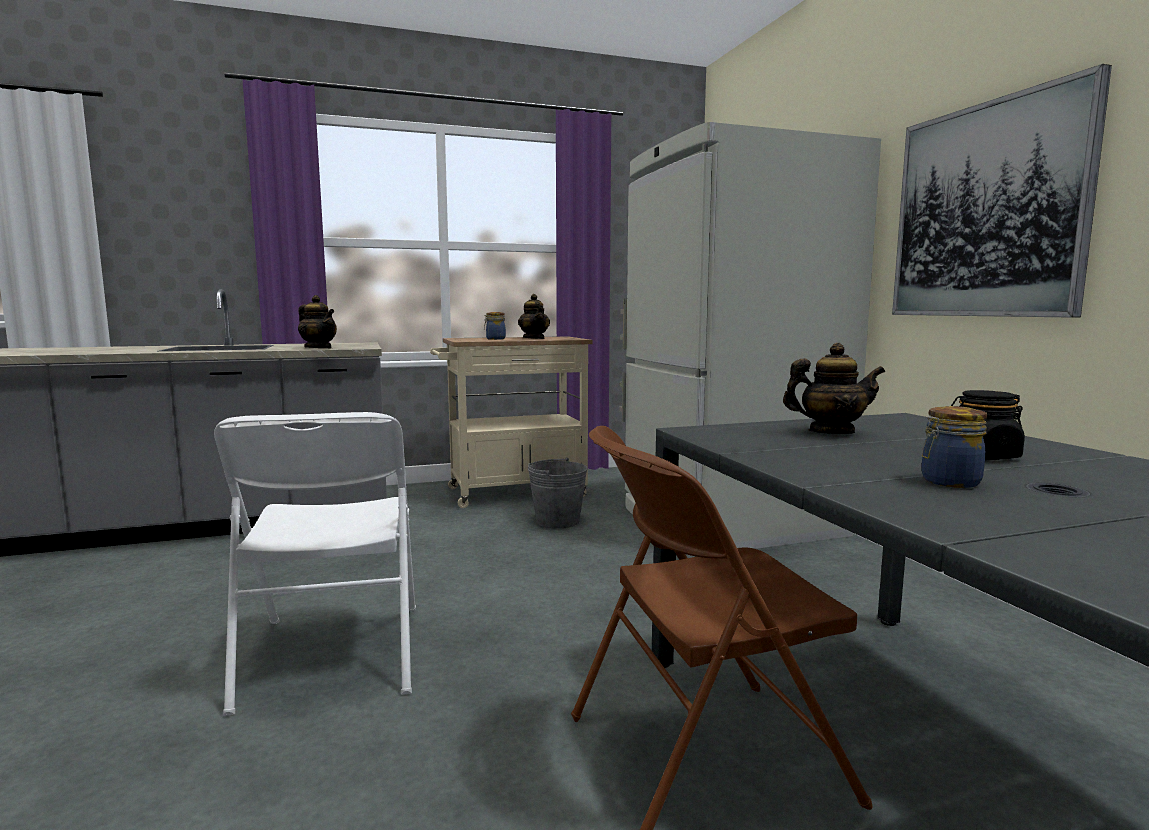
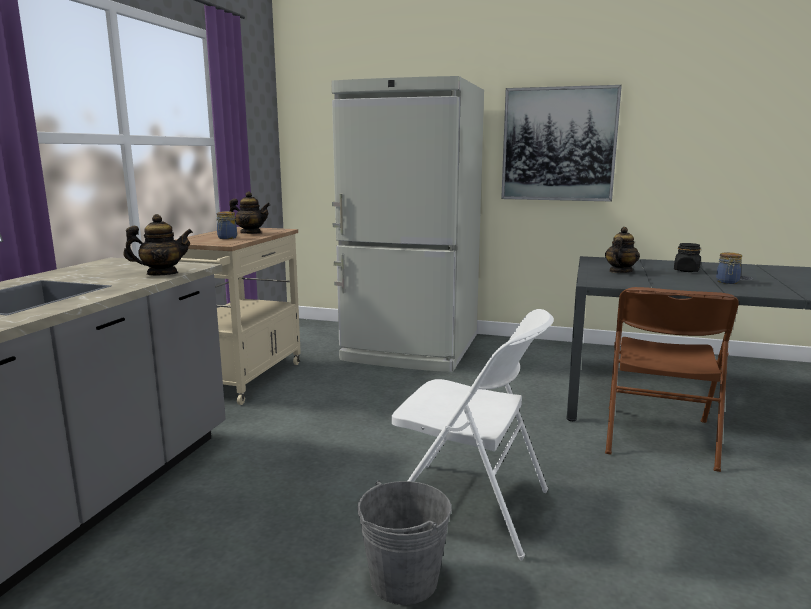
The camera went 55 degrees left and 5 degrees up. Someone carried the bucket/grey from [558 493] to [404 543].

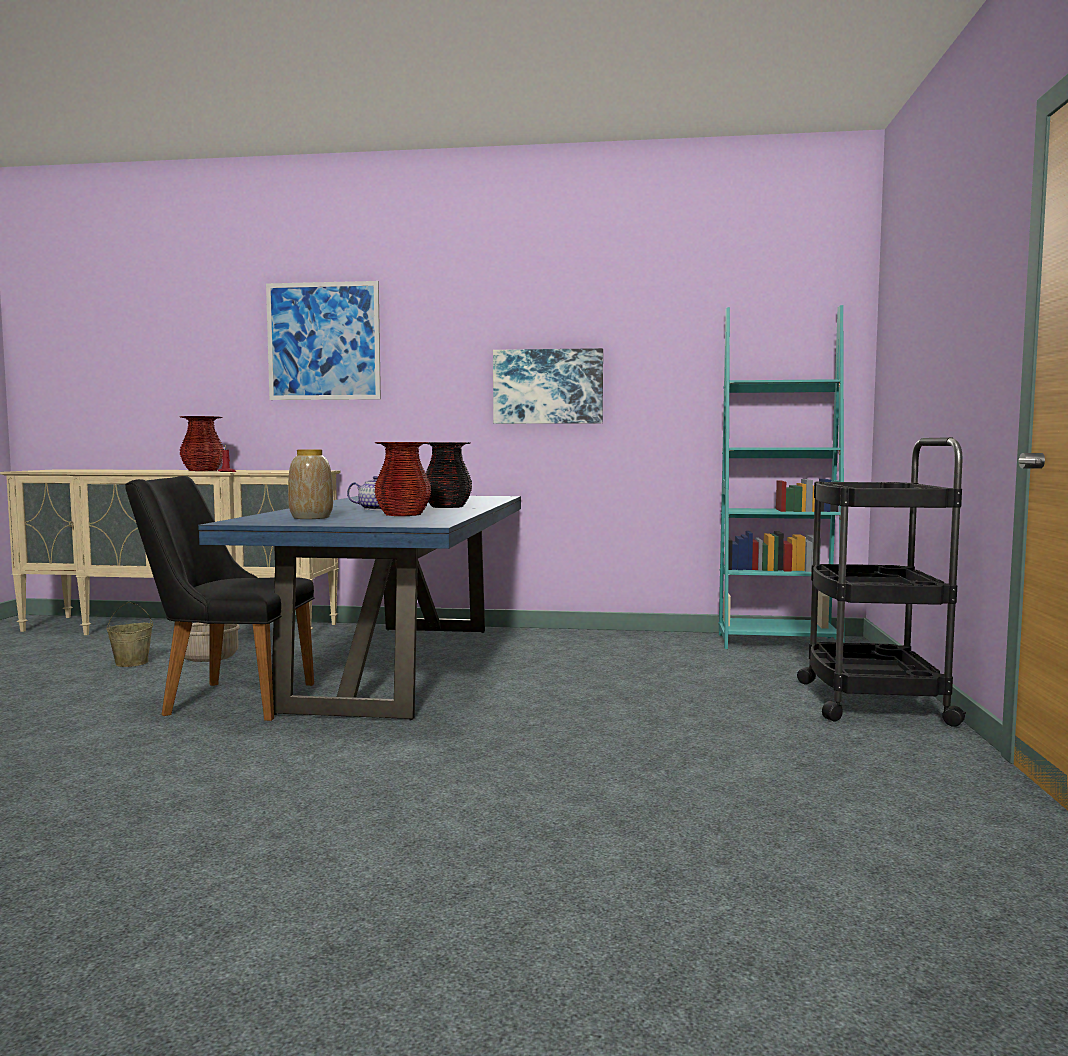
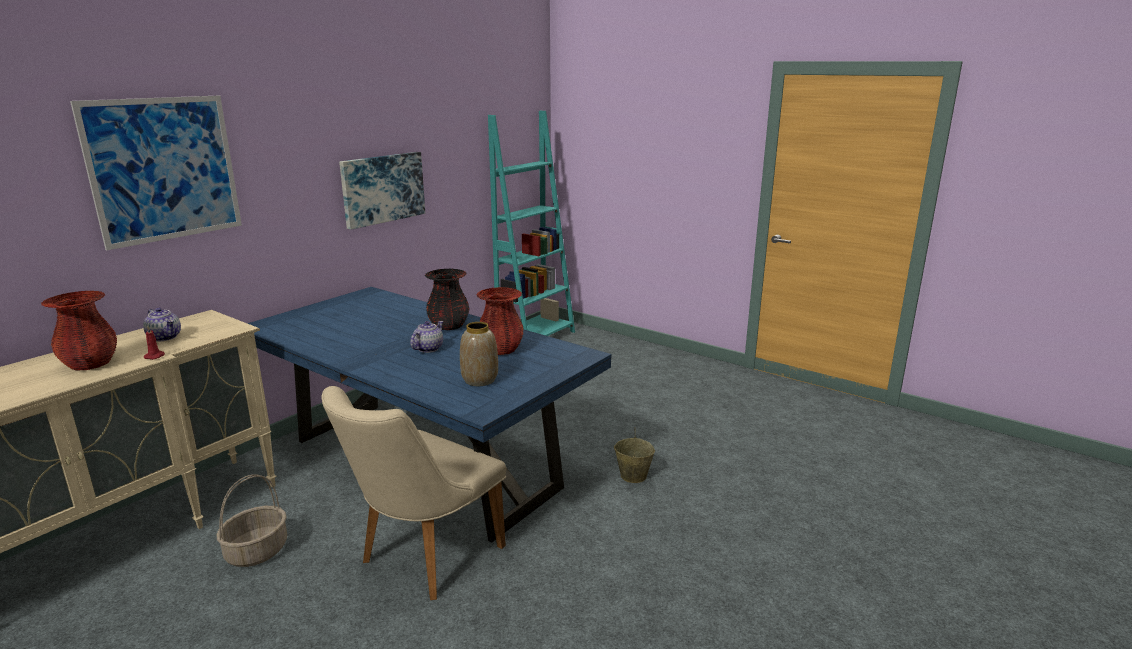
The camera went 60 degrees left and 15 degrees up. Someone carried the bucket/beige from [129 634] to [634 455]. Someone repainted the chair/black at [219 598], which became the chair/beige at [413 493]. Someone took away the cart/black at [881 582]. Someone put down the teapot at [162 324].

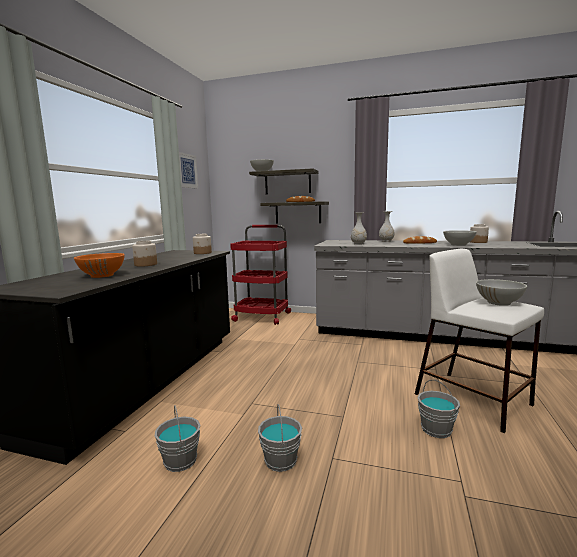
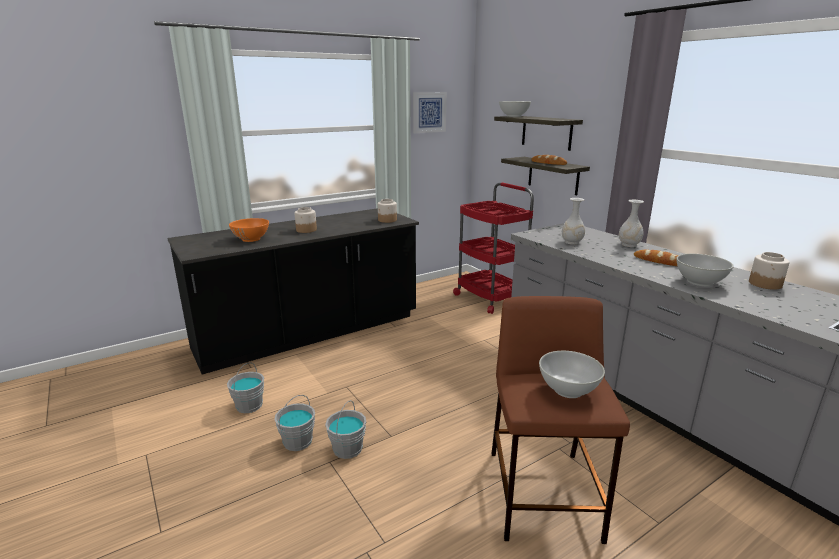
The camera went 40 degrees right and 10 degrees up. Someone repainted the stool/white at [479 341], which became the stool/brown at [560 420]. Someone carried the bucket/grey from [438 409] to [345 429].

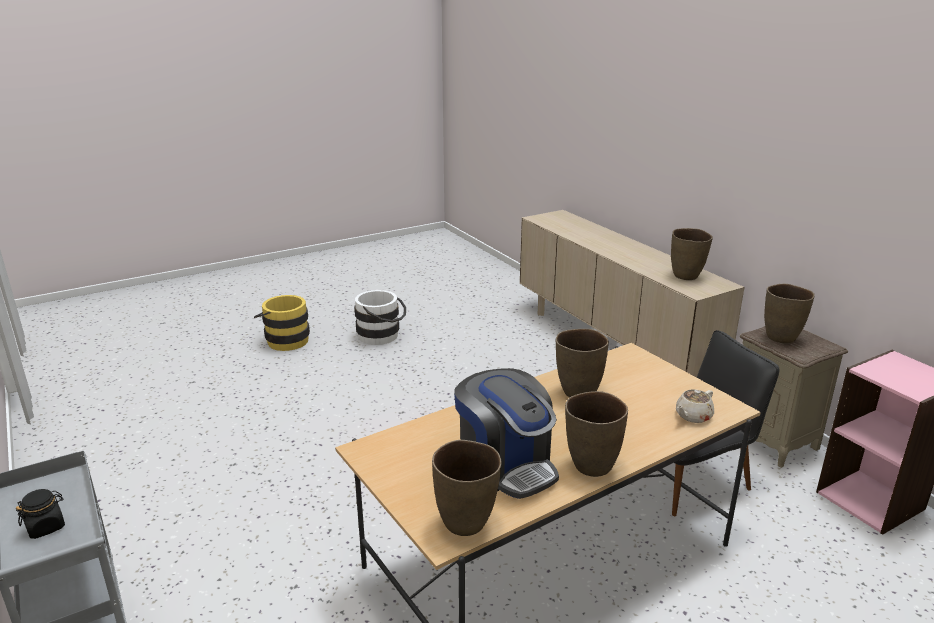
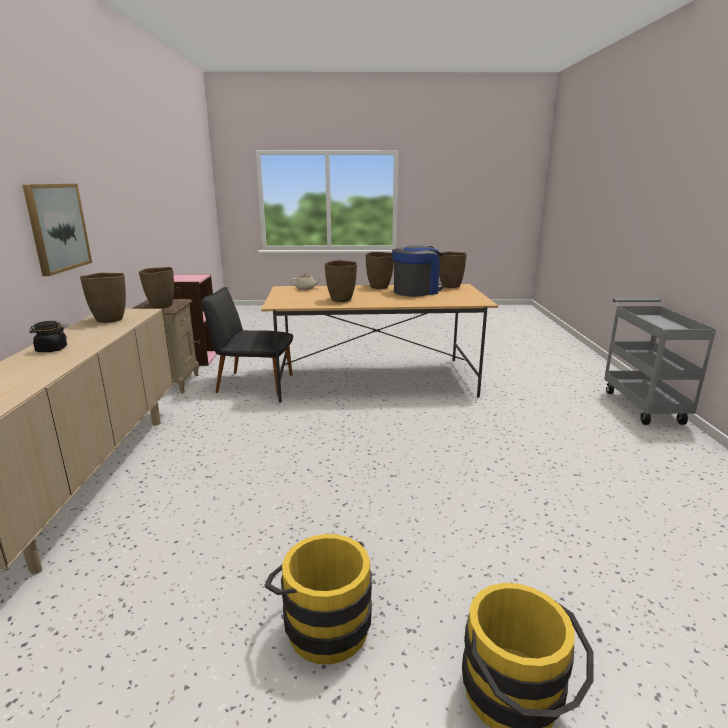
The camera went 150 degrees left and 5 degrees down. Someone carried the jar/black from [40 514] to [48 336]. Someone repainted the bucket/white at [380 317], which became the bucket/yellow at [318 599]. Someone rotated the coffee machine at [506 433] by 60 degrees clockwise. Someone put up the picture at [57 230].

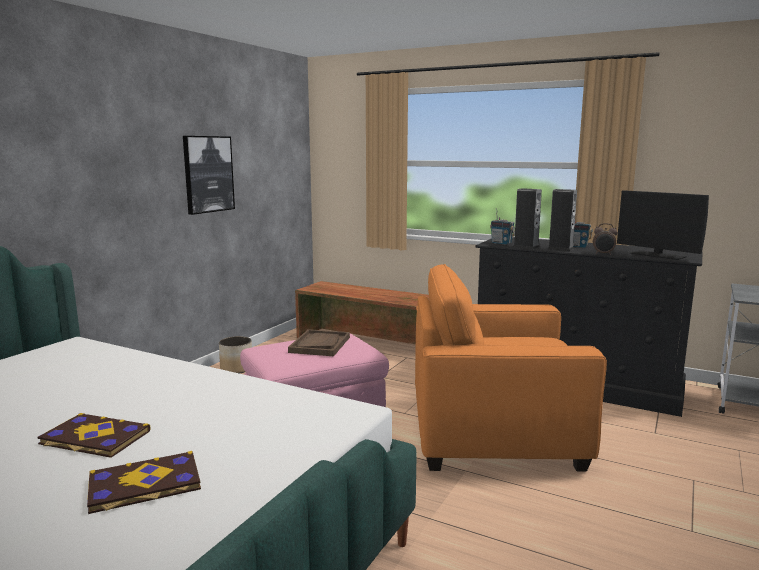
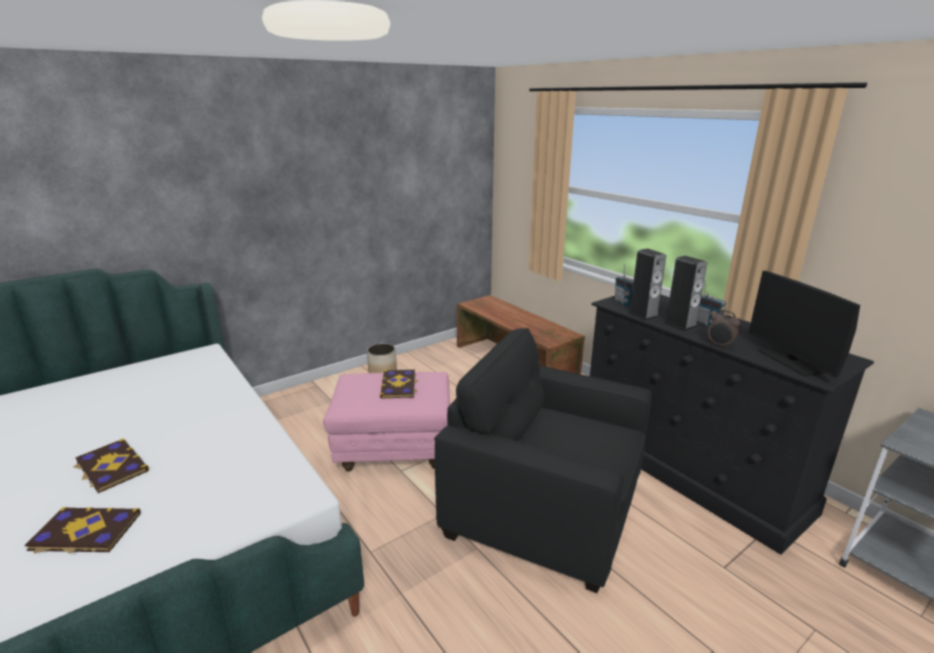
The camera went 25 degrees right and 10 degrees up. Someone took away the picture at [209 175]. Someone swapped the tray/brown at [319 342] for the book at [399 384]. Someone repainted the armchair/orange at [511 367], which became the armchair/black at [543 460].

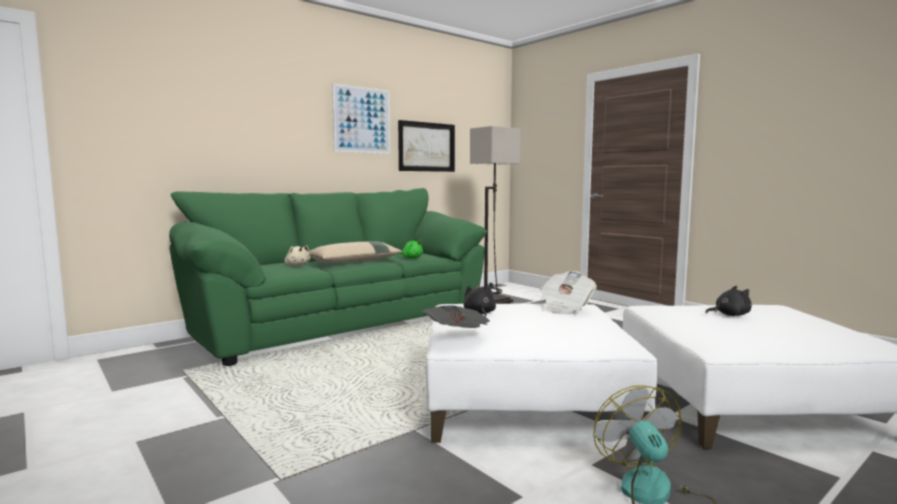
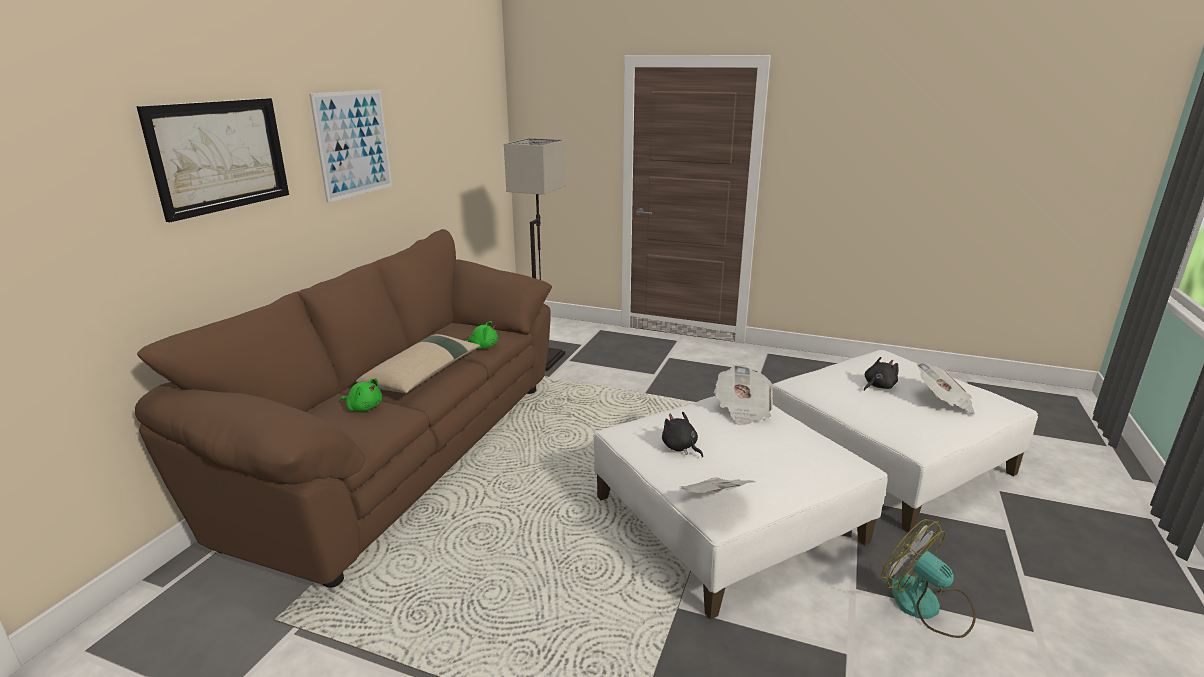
The camera went 30 degrees left and 15 degrees up. Someone repainted the sofa/green at [328 277], which became the sofa/brown at [343 408]. Someone repainted the plush toy/beige at [297 255], which became the plush toy/green at [361 394]. Someone carried the picture from [426 146] to [212 160]. Someone put down the newspaper at [946 388].

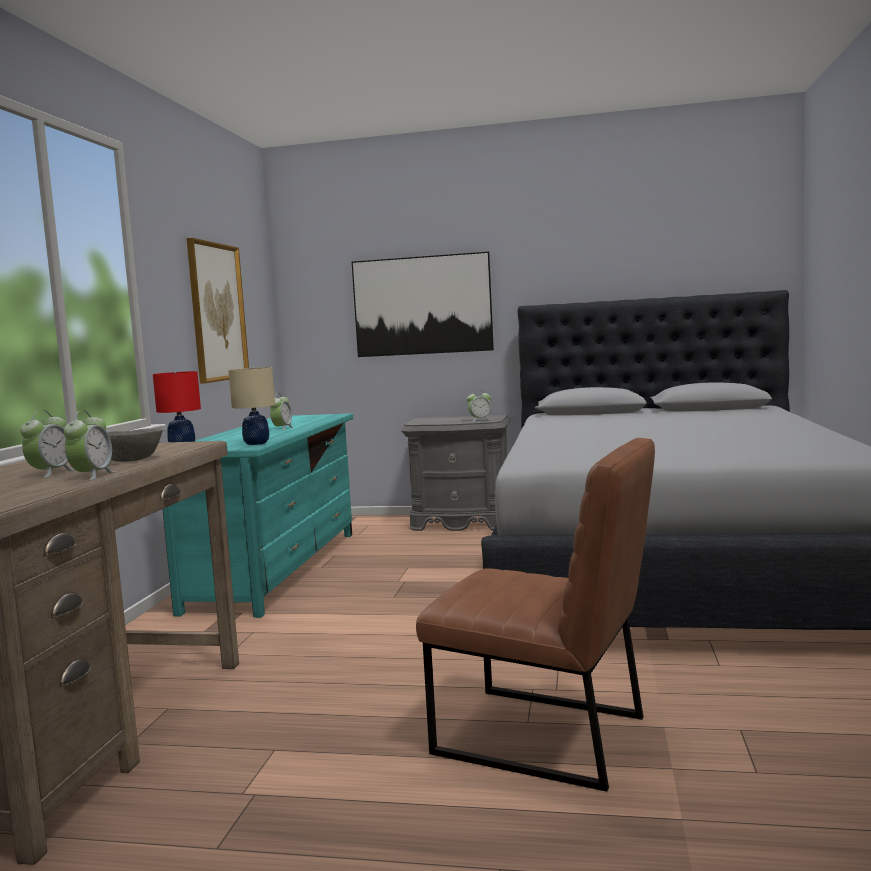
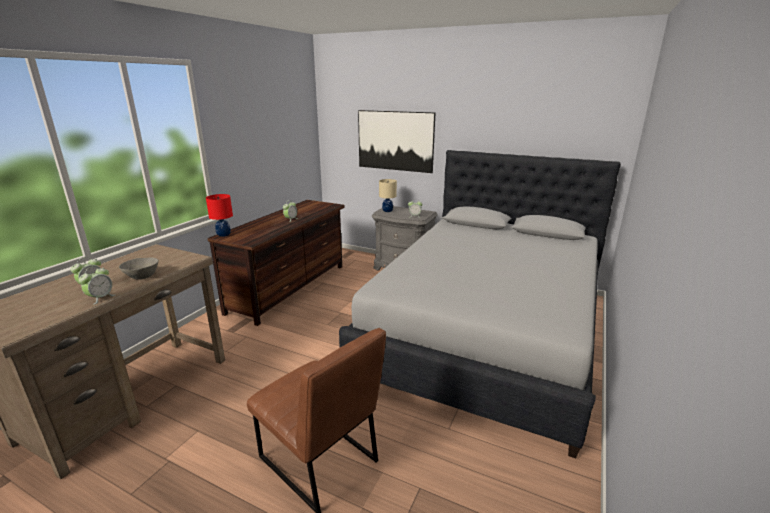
The camera went 15 degrees right and 15 degrees up. Someone repainted the dresser/turquoise at [258 515], which became the dresser/brown at [276 263]. Someone took away the picture at [218 311]. Someone carried the table lamp/beige from [251 406] to [388 195].

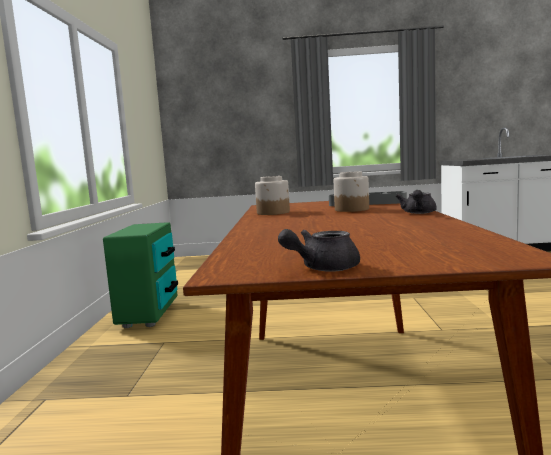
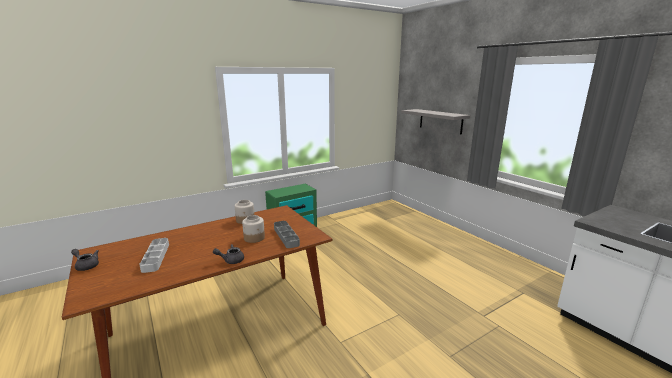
The camera went 55 degrees right and 10 degrees up. Someone put down the tray/grey at [154 255]. Someone put up the shelf/grey at [435 121].

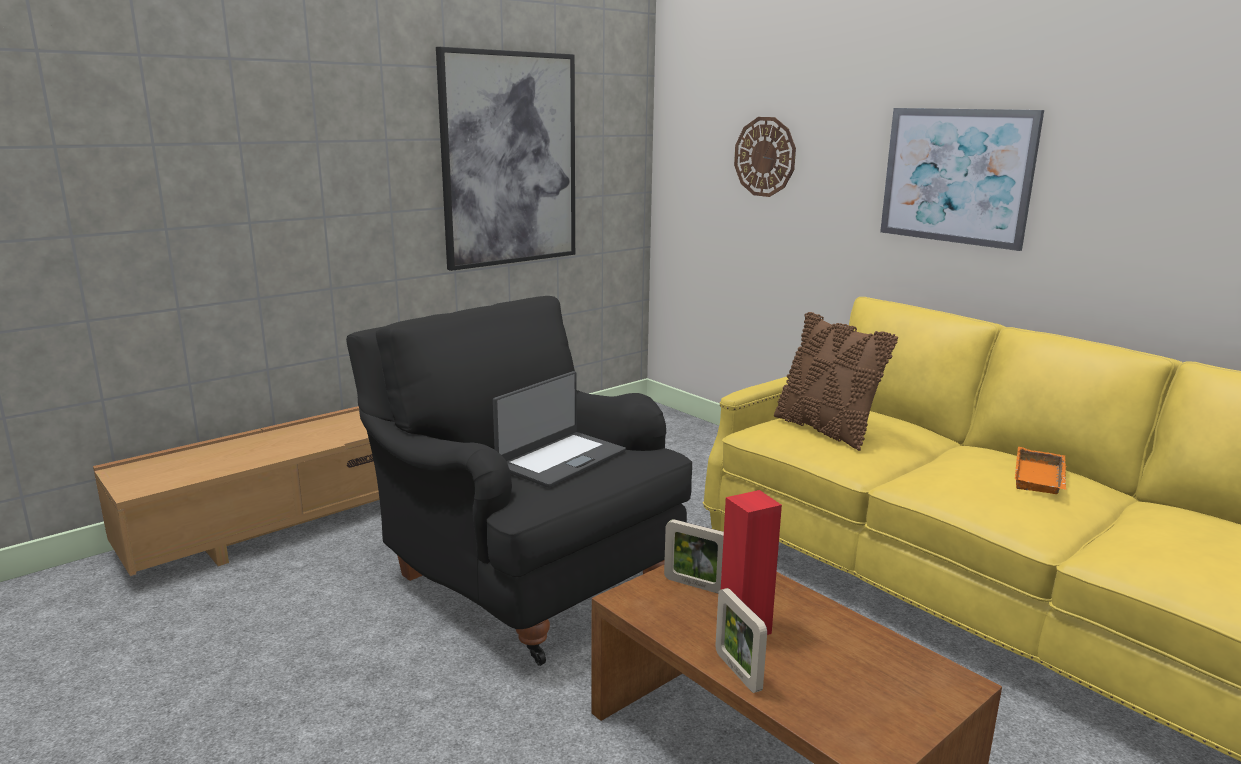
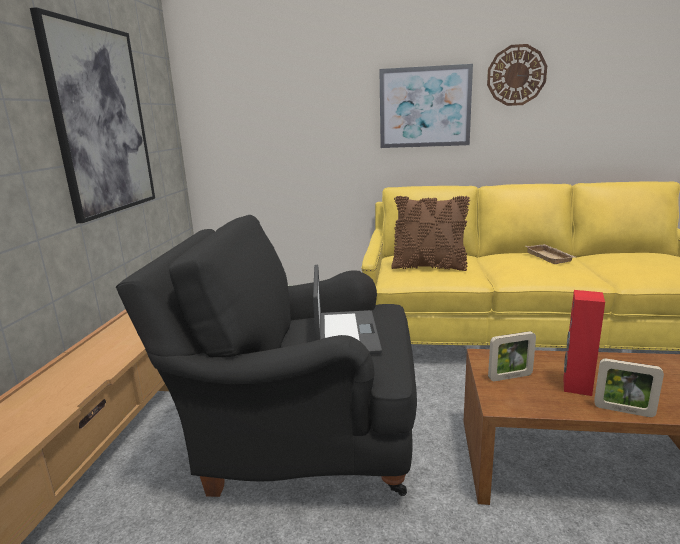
The camera went 40 degrees left and 0 degrees up. Someone carried the wall clock from [765 157] to [517 75]. Someone repainted the tray/orange at [1040 470], which became the tray/beige at [550 254].

